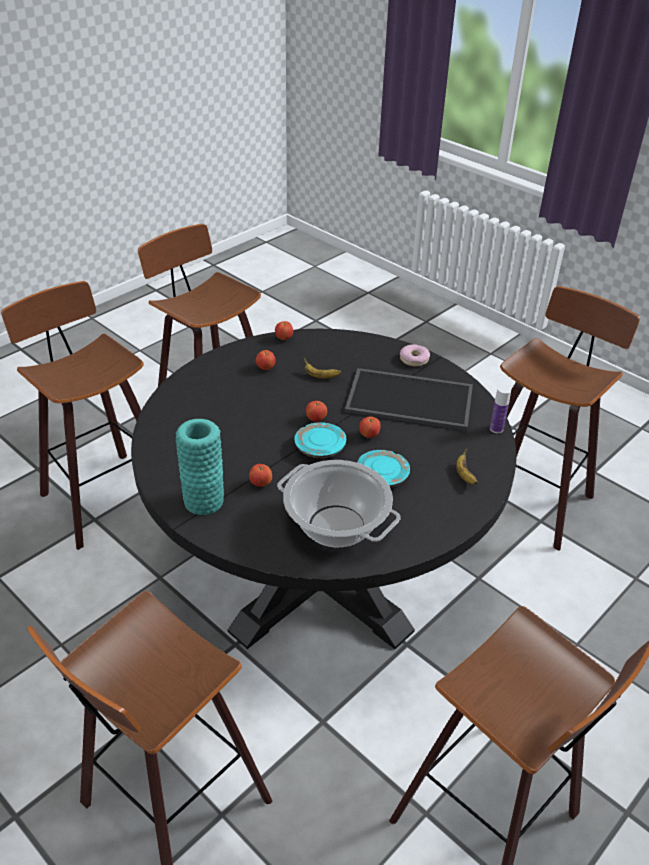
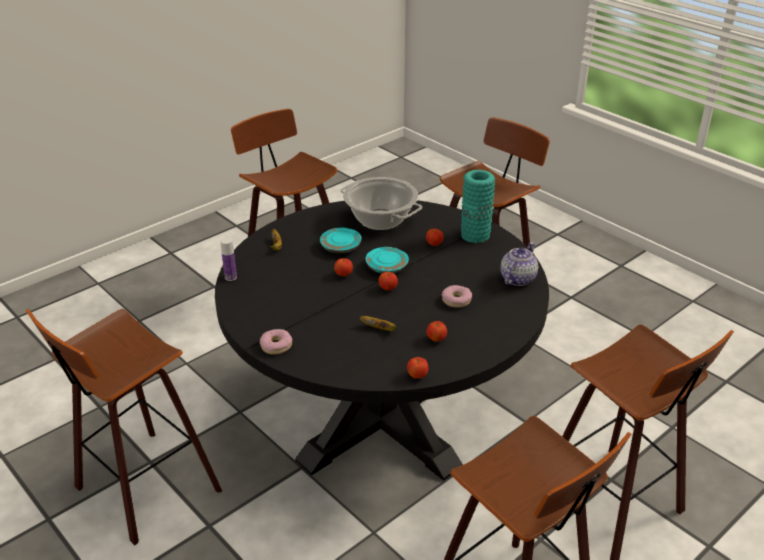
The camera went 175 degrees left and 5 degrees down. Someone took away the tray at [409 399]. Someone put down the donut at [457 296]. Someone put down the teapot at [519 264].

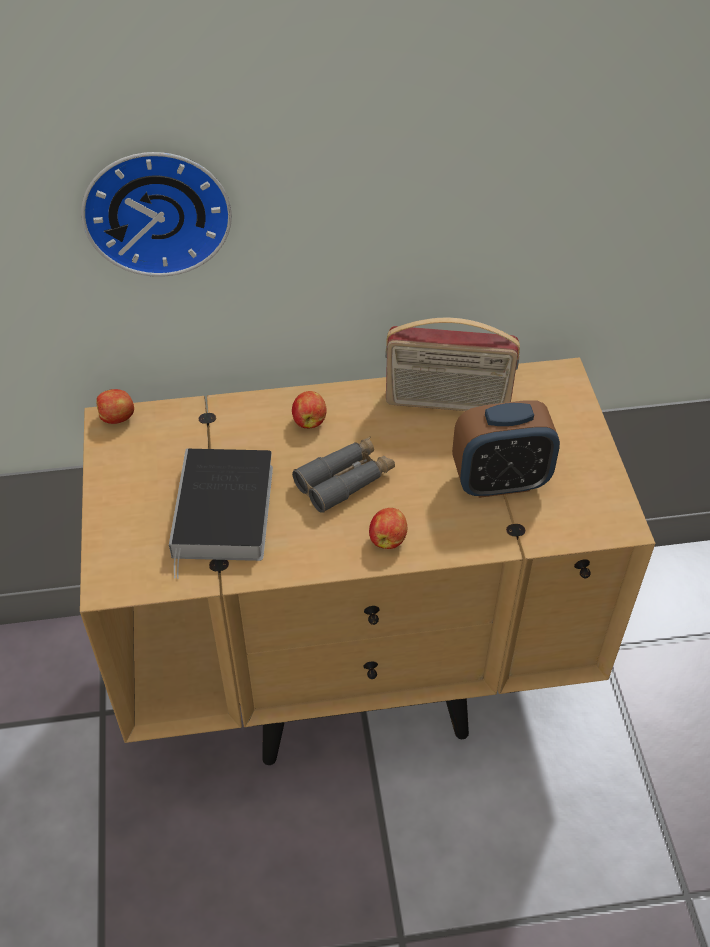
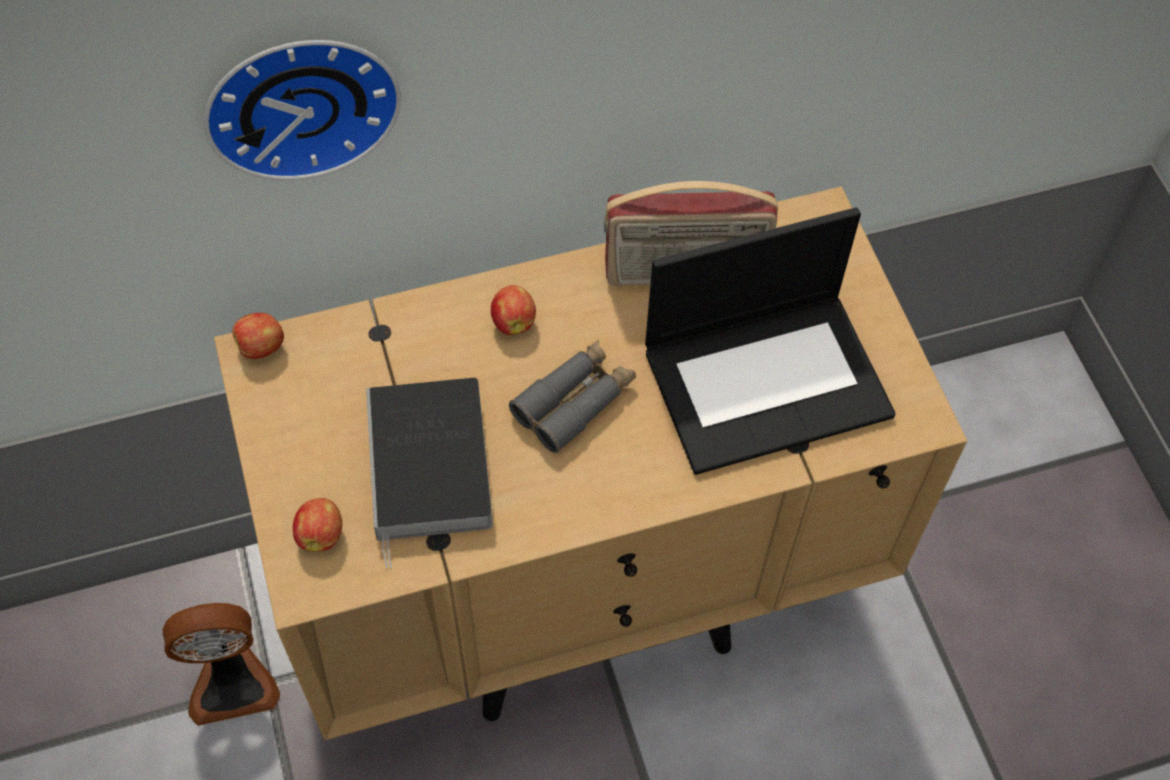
The camera went 10 degrees left and 10 degrees up. Someone carried the apple from [388 528] to [317 525]. Someone swapped the alarm clock at [506 449] for the laptop at [770 341]. Someone put down the fan at [221 664].

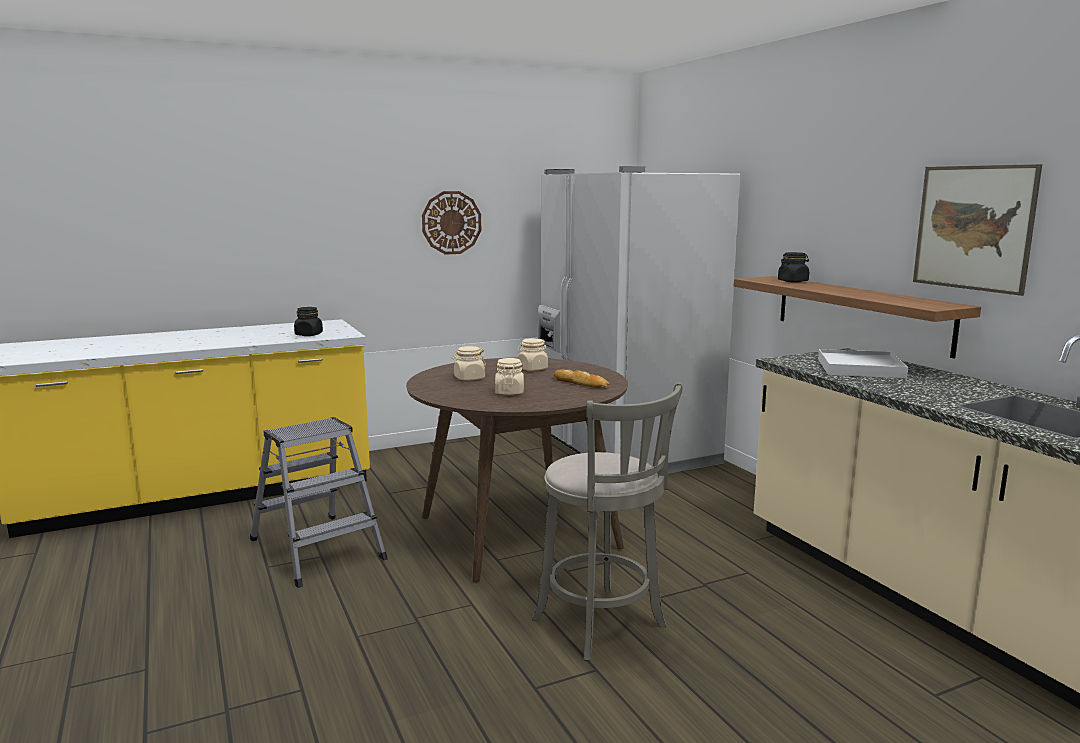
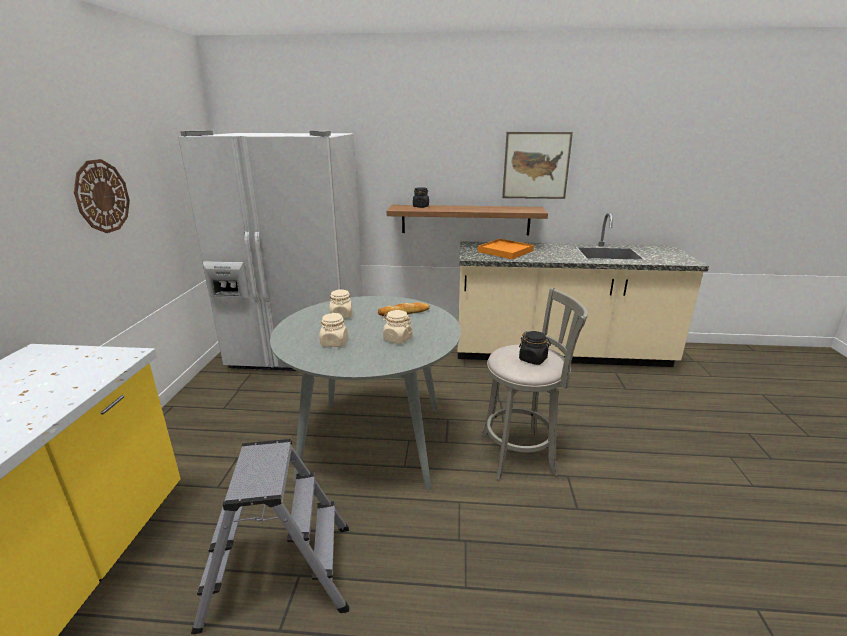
The camera went 60 degrees left and 10 degrees up. Someone carried the jar/black from [308 321] to [535 348]. Someone repainted the dining table/brown at [517 470], which became the dining table/grey at [365 393]. Someone repainted the tray/white at [863 363], which became the tray/orange at [506 249].

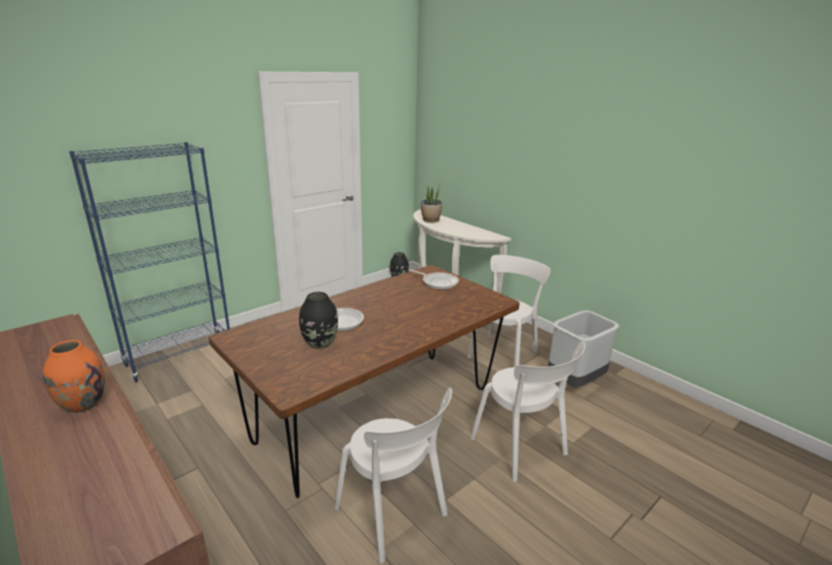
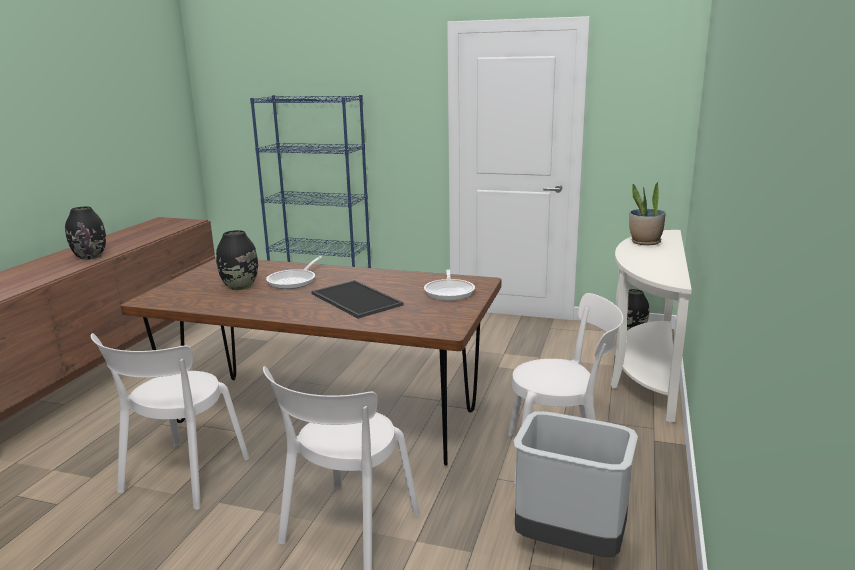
The camera went 60 degrees right and 5 degrees down. Someone repainted the vase/orange at [74 376], which became the vase/black at [85 233]. Someone put down the tray at [357 299].

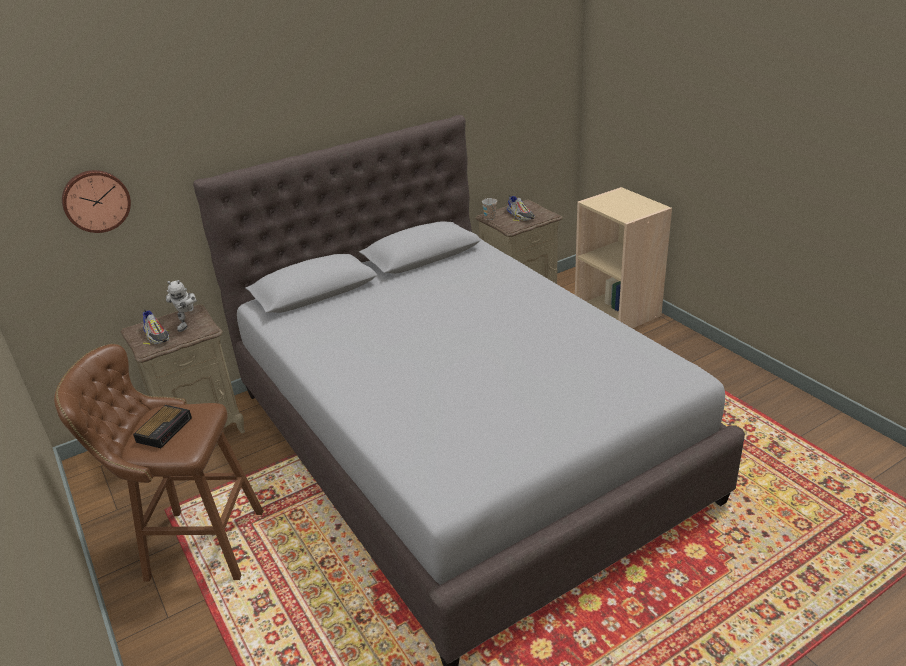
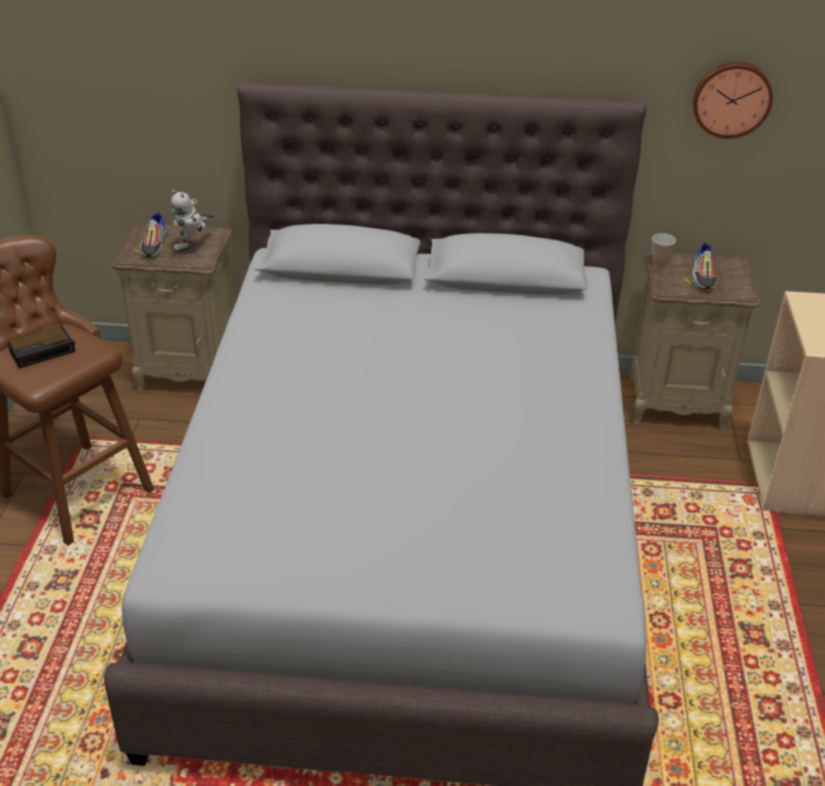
The camera went 35 degrees right and 5 degrees up. Someone carried the wall clock from [96 201] to [733 100].

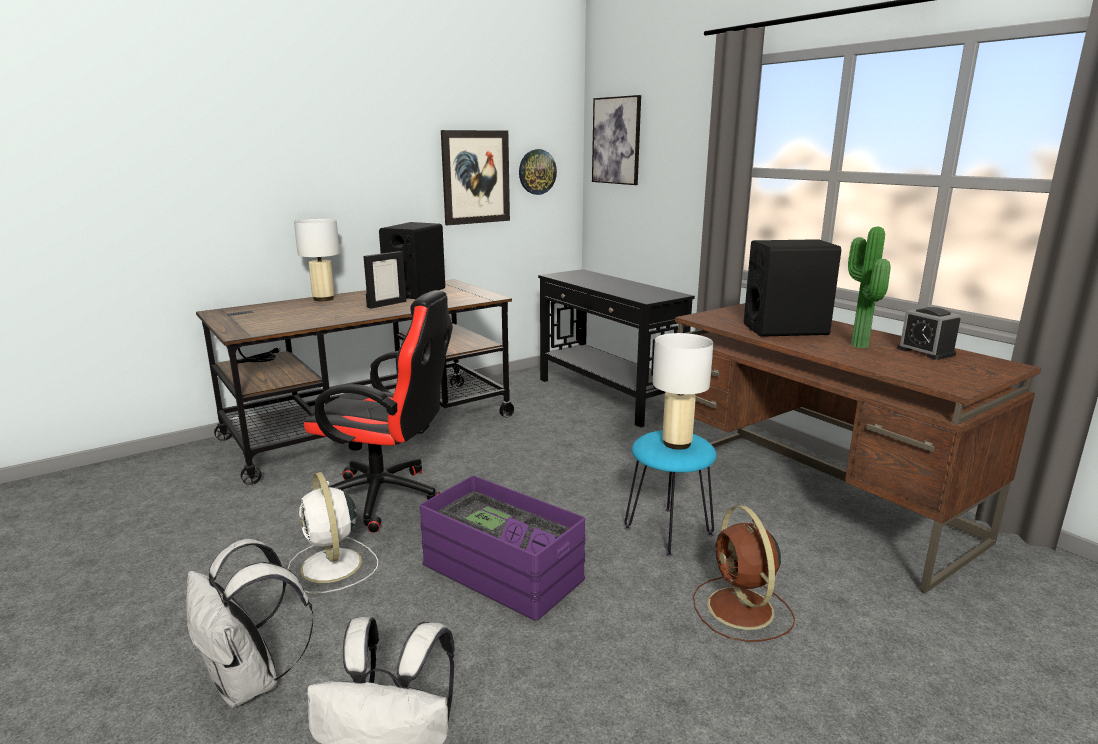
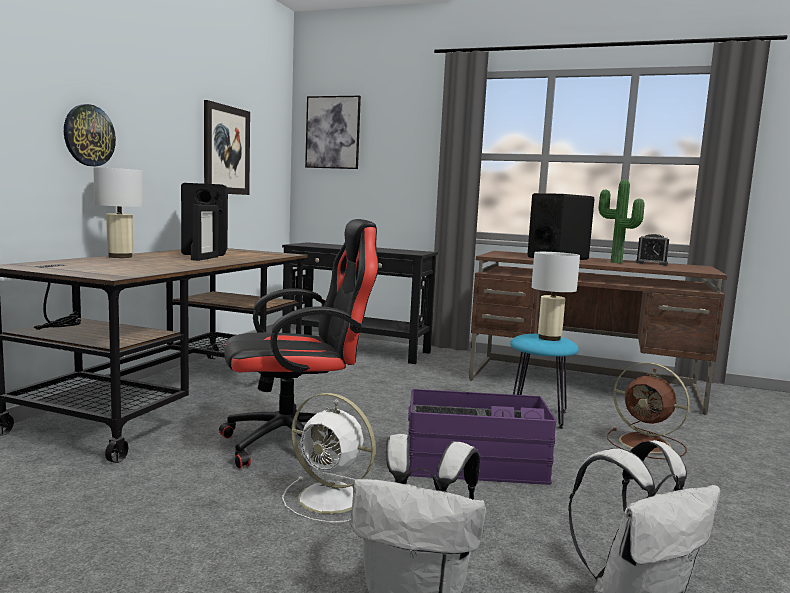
The camera went 35 degrees left and 10 degrees down. Someone carried the wall clock from [538 172] to [90 135].

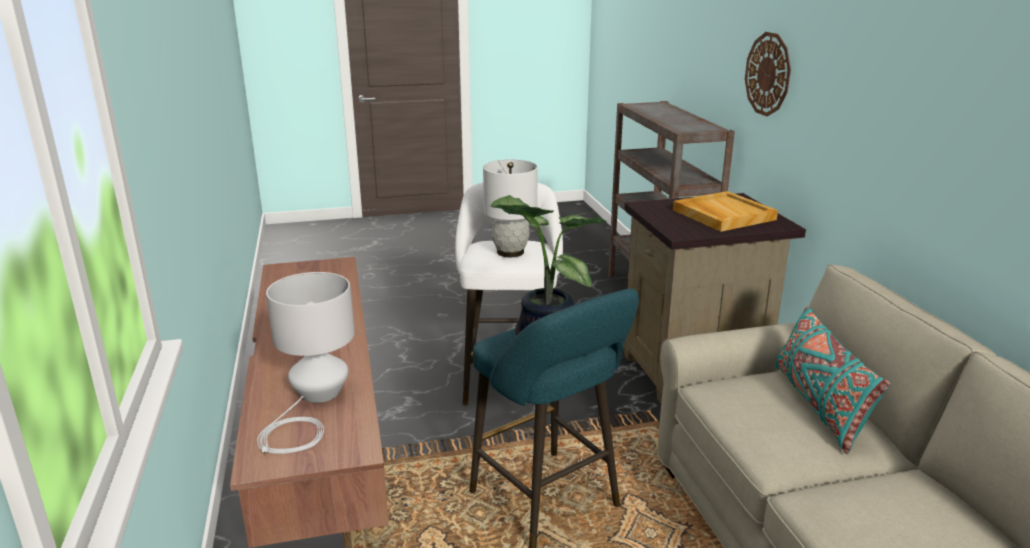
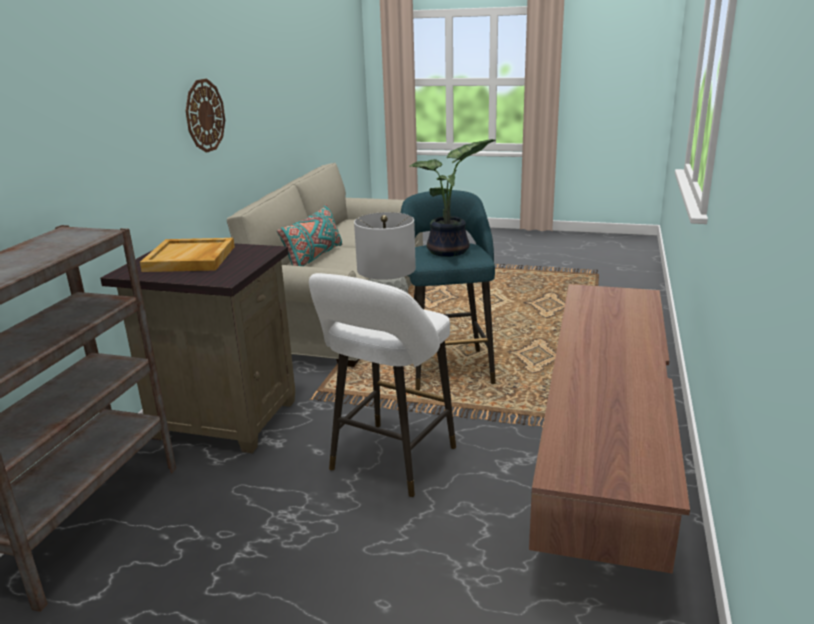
The camera went 150 degrees left and 0 degrees up. Someone took away the table lamp/white at [305 363]. Someone carried the wall clock from [768 74] to [205 116].

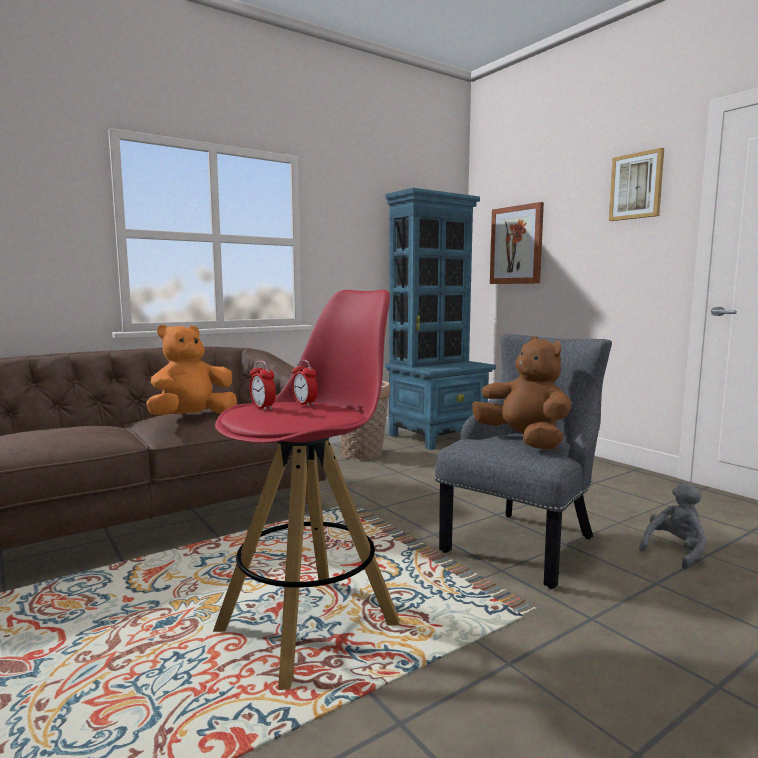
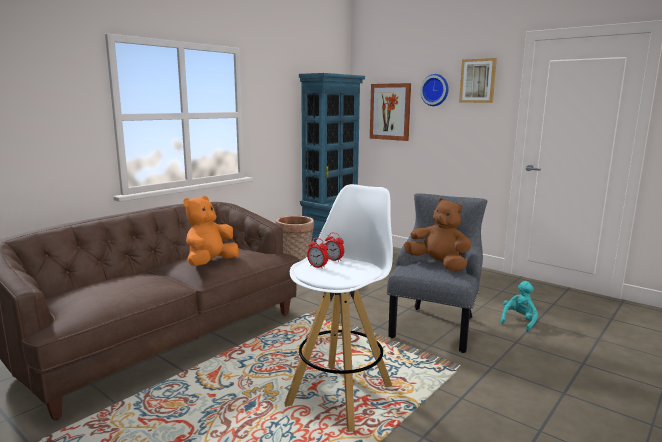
The camera went 15 degrees left and 5 degrees up. Someone repainted the stool/red at [306 490], which became the stool/white at [338 308]. Someone repainted the plush toy/grey at [673 525], which became the plush toy/turquoise at [519 306]. Someone put up the wall clock at [434 90].

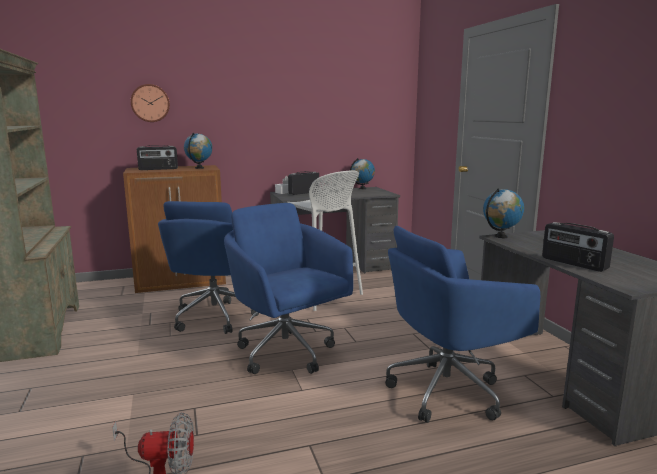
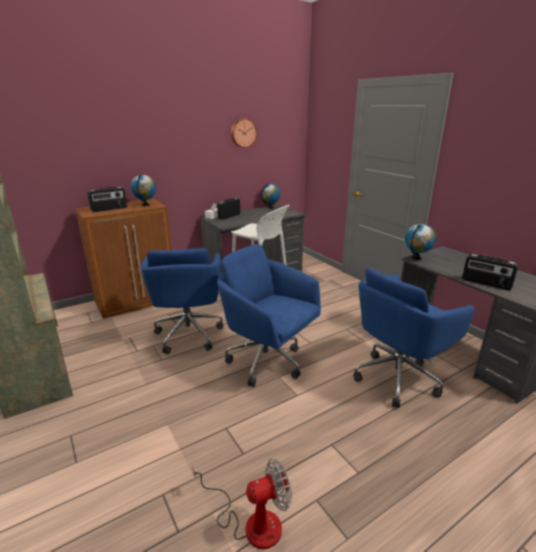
The camera went 15 degrees left and 10 degrees up. Someone carried the wall clock from [150 103] to [244 133].

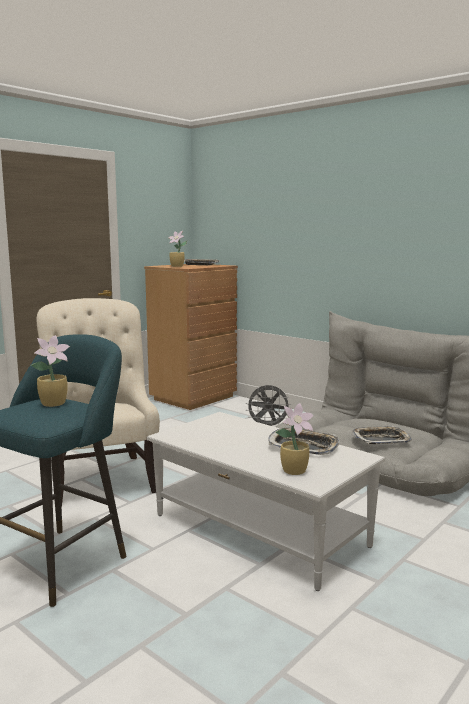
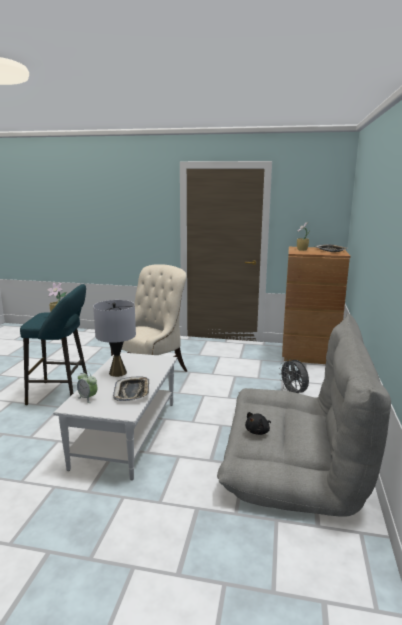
The camera went 60 degrees right and 5 degrees up. Someone swapped the potted plant at [295 439] for the alarm clock at [87 387]. Someone swapped the tray at [381 435] for the plush toy/black at [258 423]. Someone put down the table lamp/grey at [114 338].

